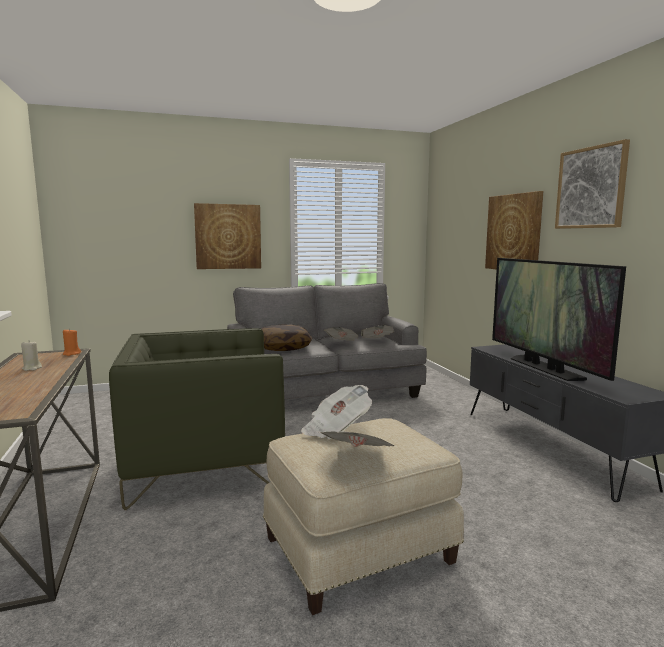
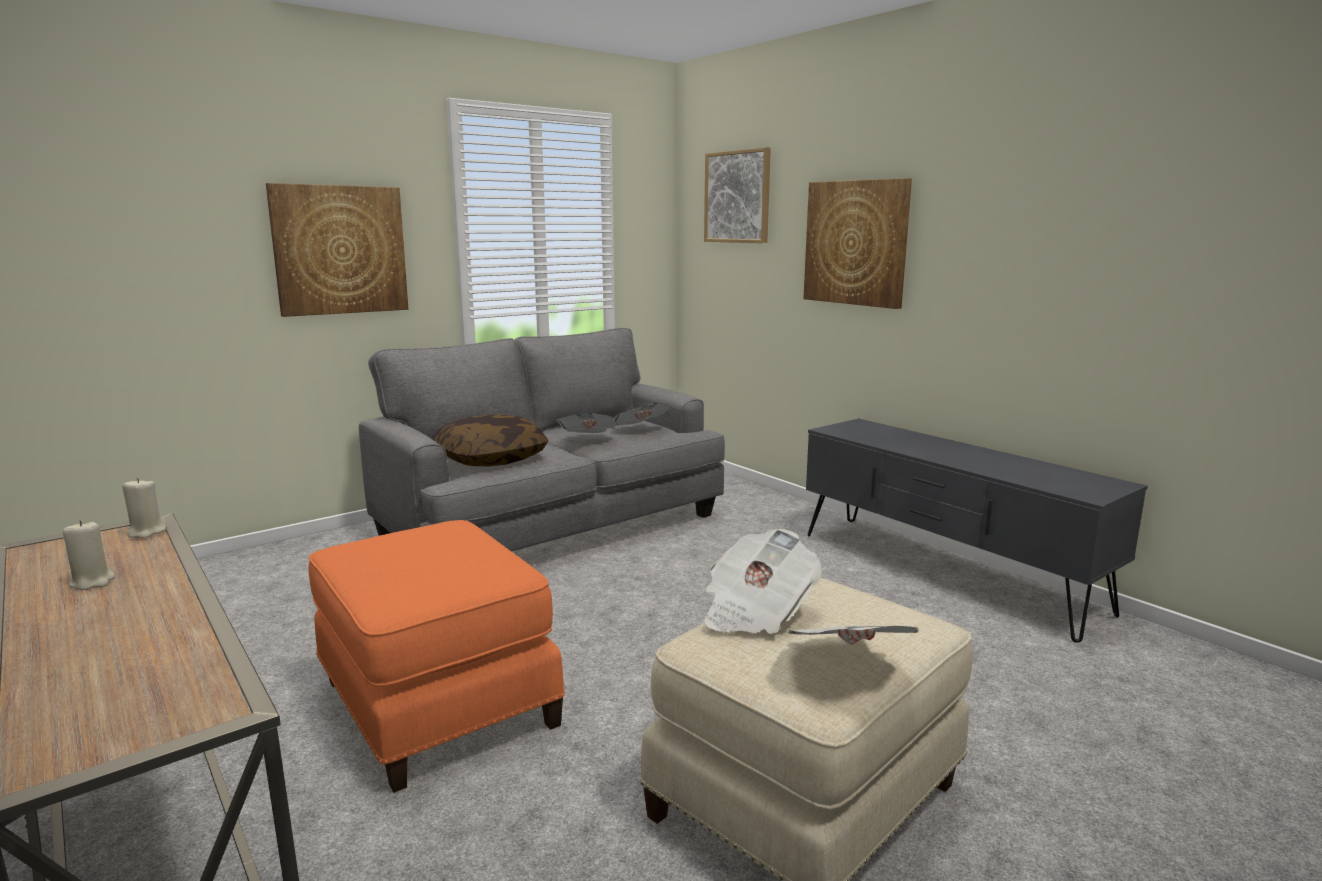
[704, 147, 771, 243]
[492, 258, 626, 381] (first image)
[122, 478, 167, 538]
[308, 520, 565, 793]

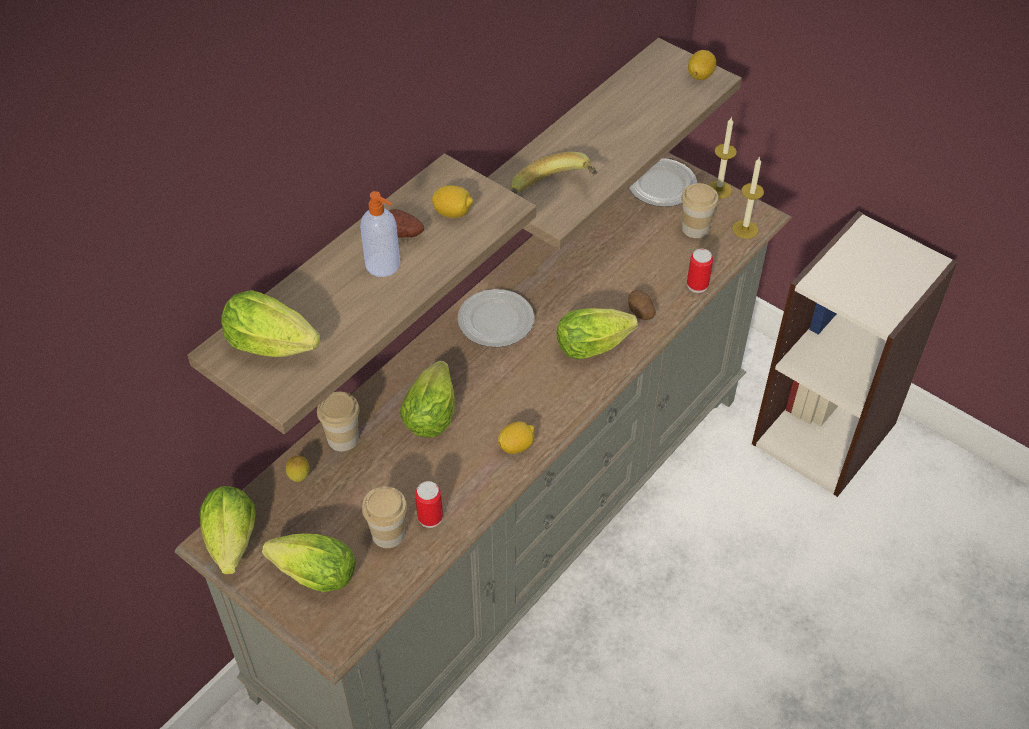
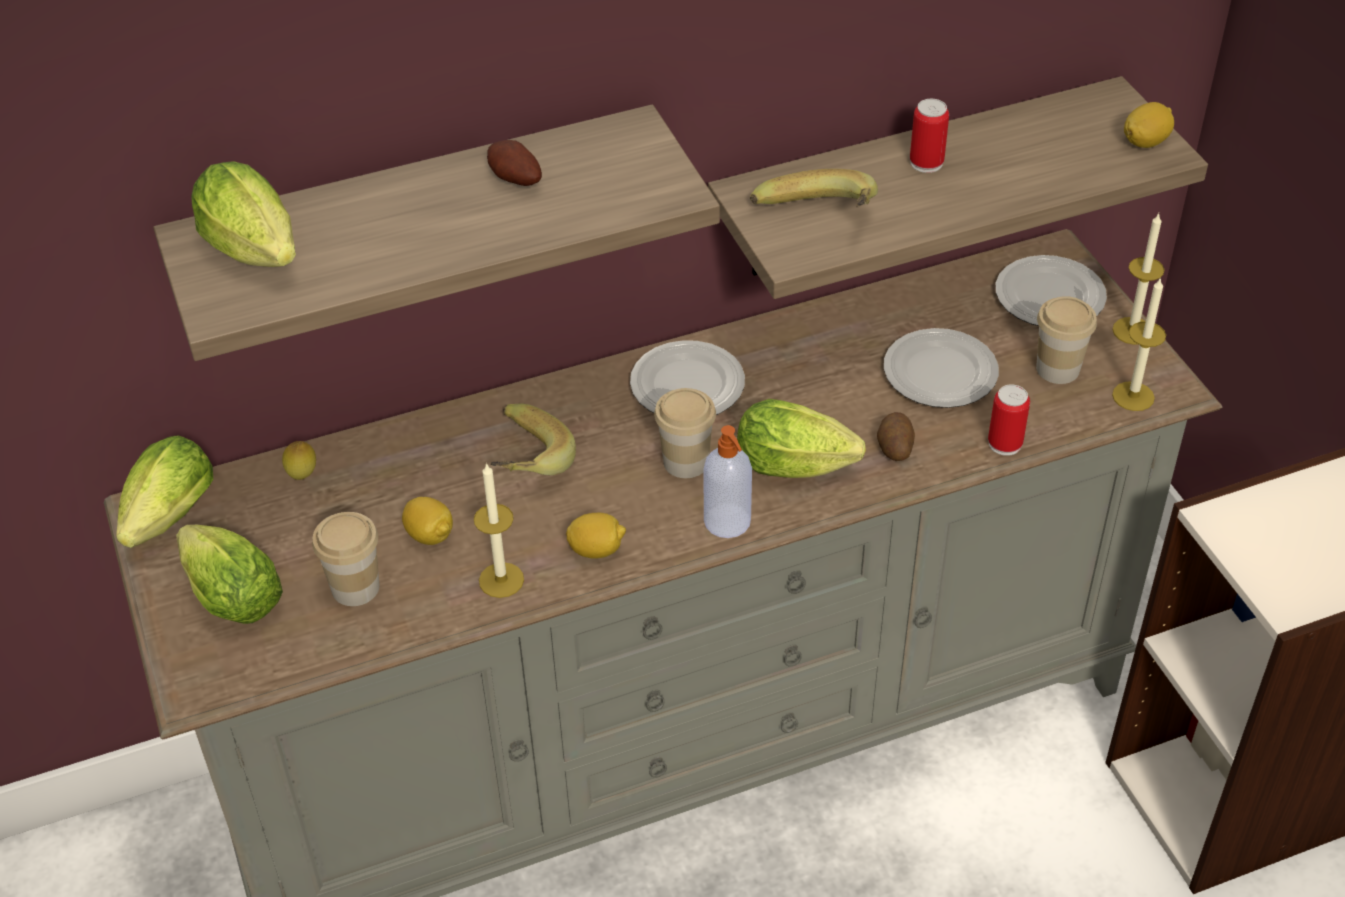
[402, 497, 453, 545]
[703, 425, 752, 538]
[490, 404, 576, 475]
[654, 388, 716, 478]
[910, 99, 949, 173]
[884, 328, 999, 408]
[474, 463, 524, 598]

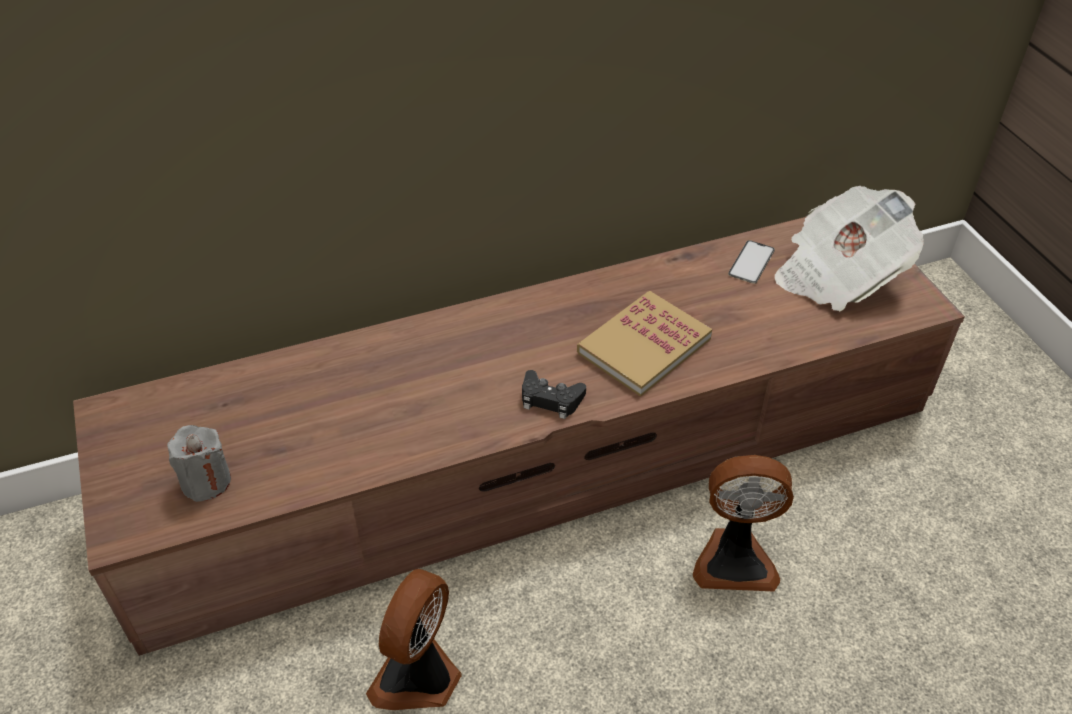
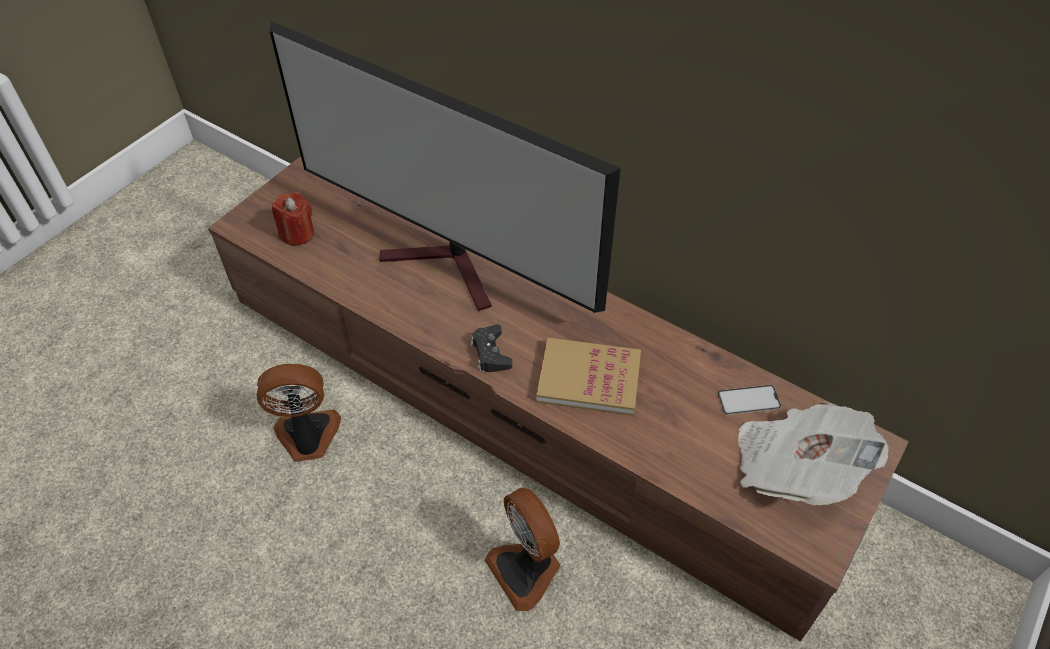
[272, 192, 314, 245]
[270, 21, 621, 313]

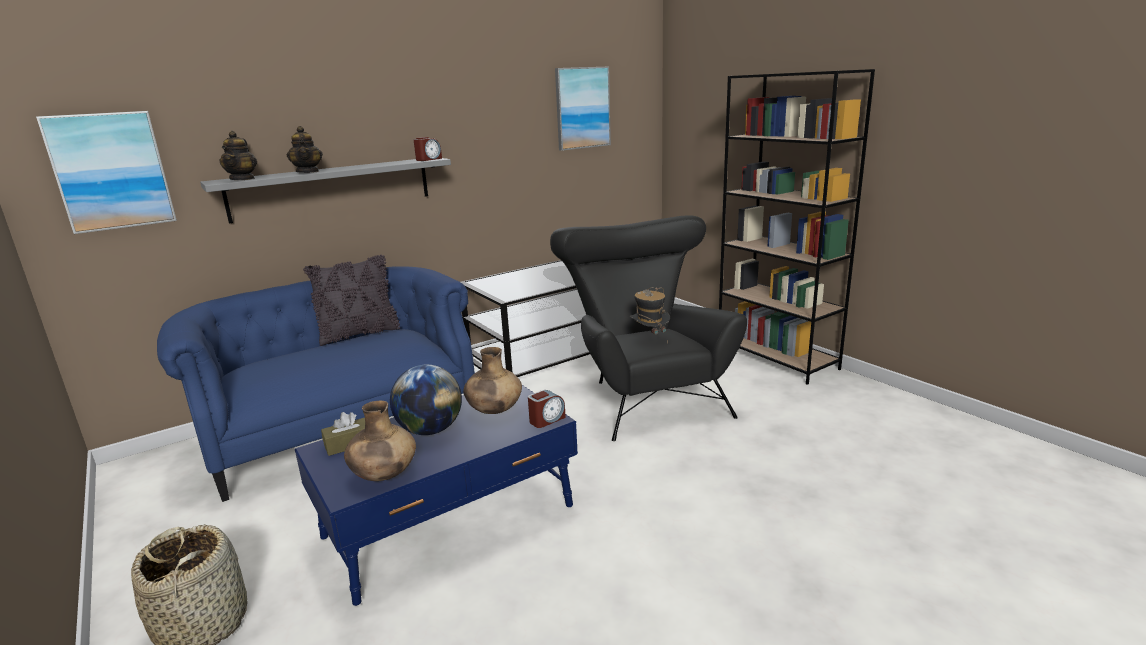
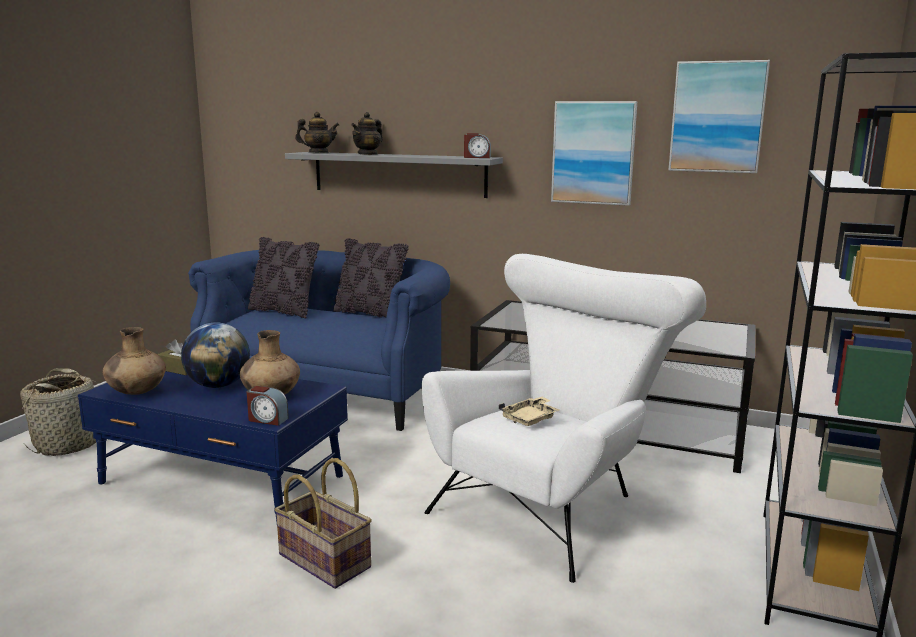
[551, 101, 637, 206]
[295, 112, 339, 153]
[422, 254, 706, 583]
[499, 397, 559, 426]
[248, 237, 319, 319]
[275, 458, 372, 589]

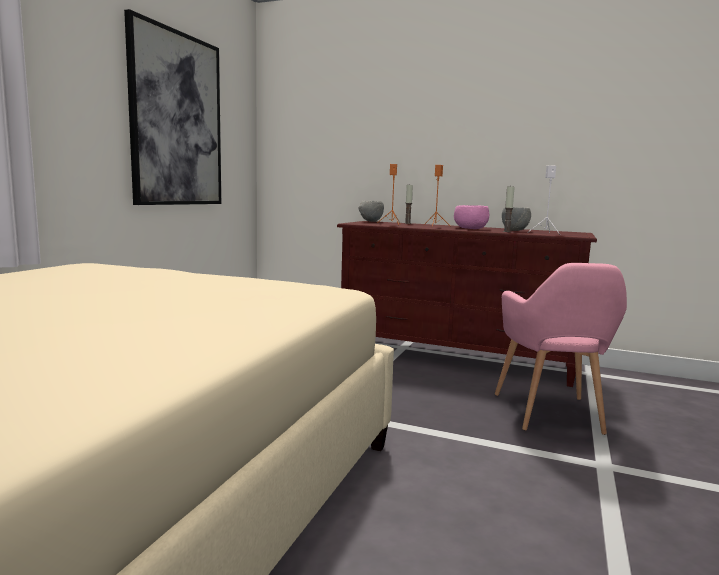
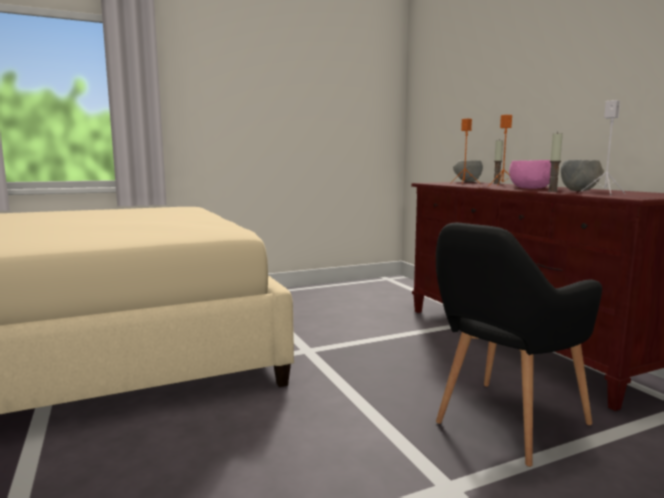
[124, 9, 221, 205] (first image)
[436, 223, 602, 467]

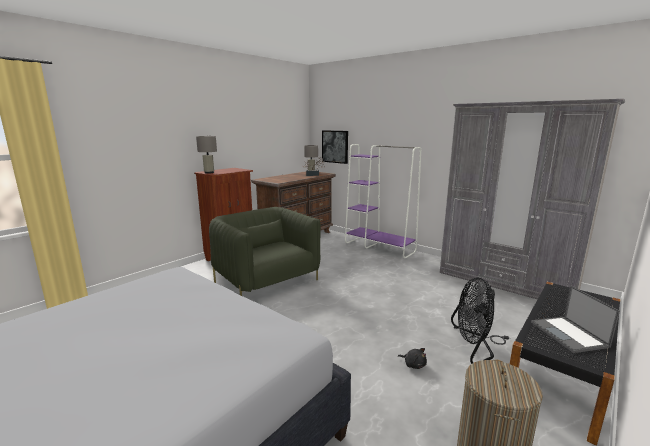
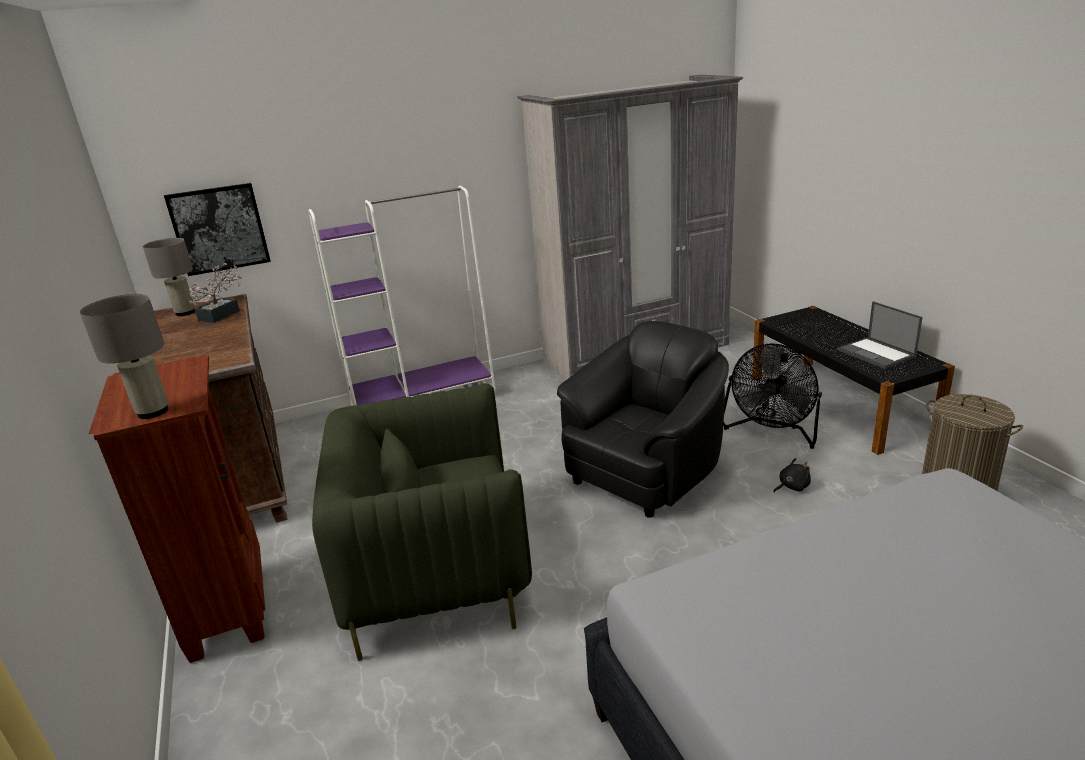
[838, 301, 923, 369]
[557, 321, 729, 518]

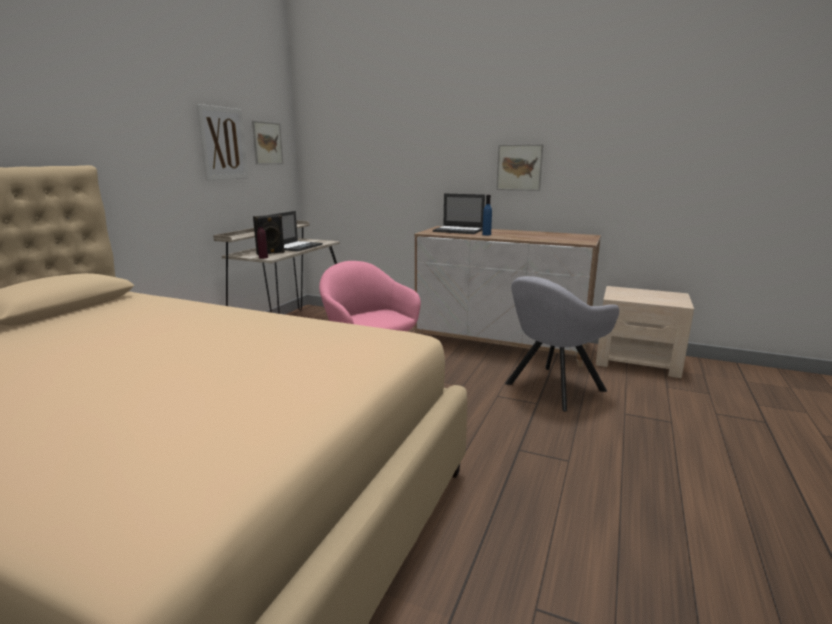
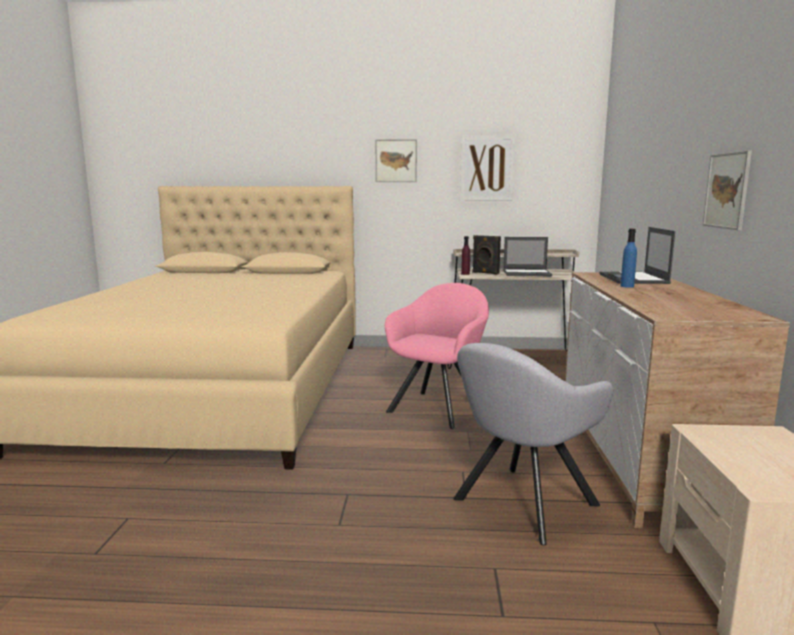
[375, 139, 417, 182]
[453, 343, 613, 545]

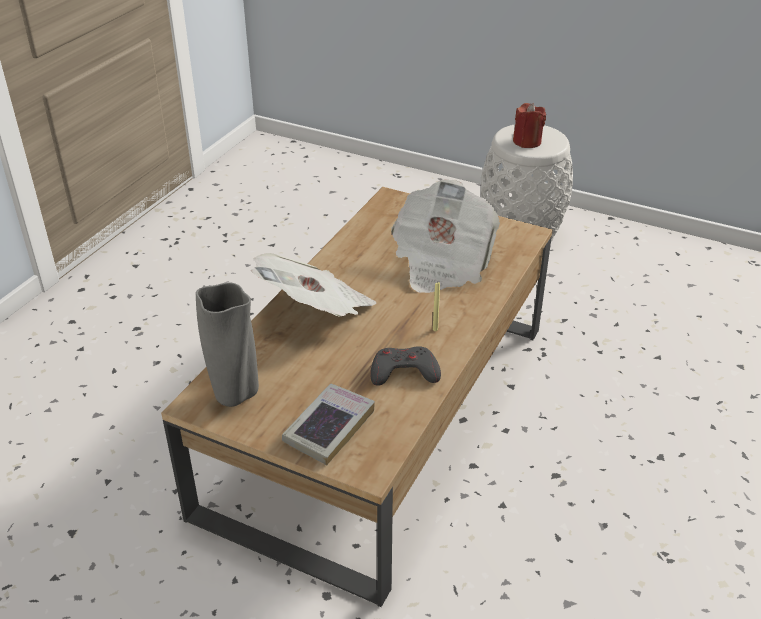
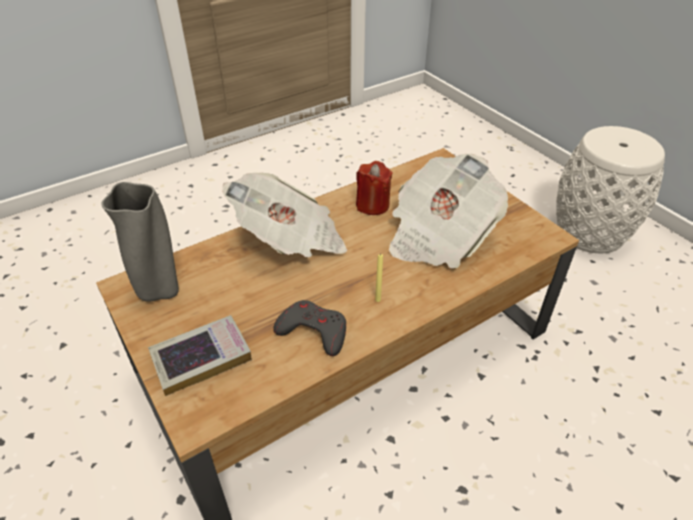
[356, 161, 392, 215]

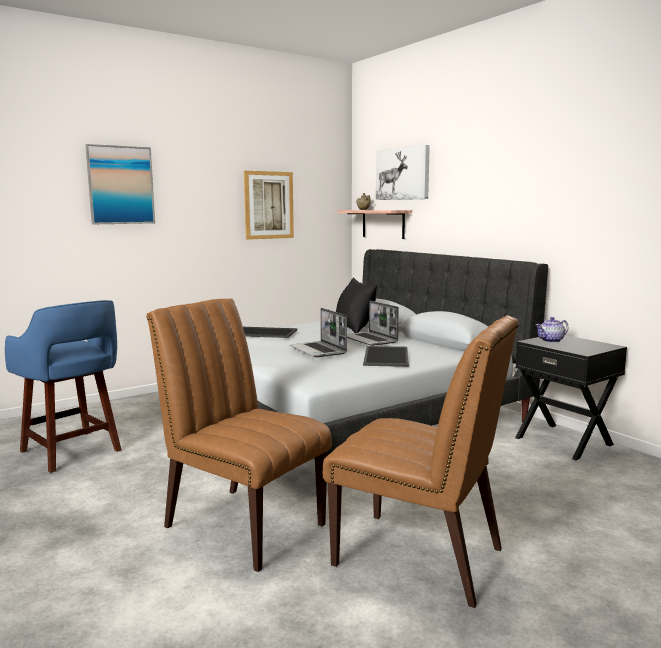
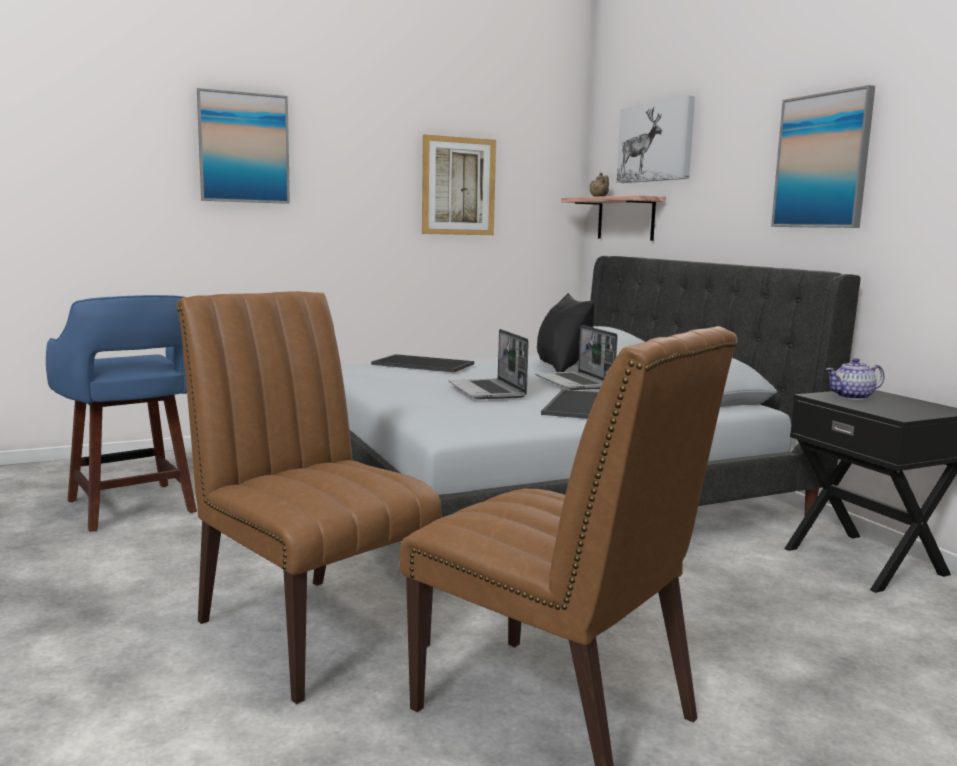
[771, 85, 875, 228]

